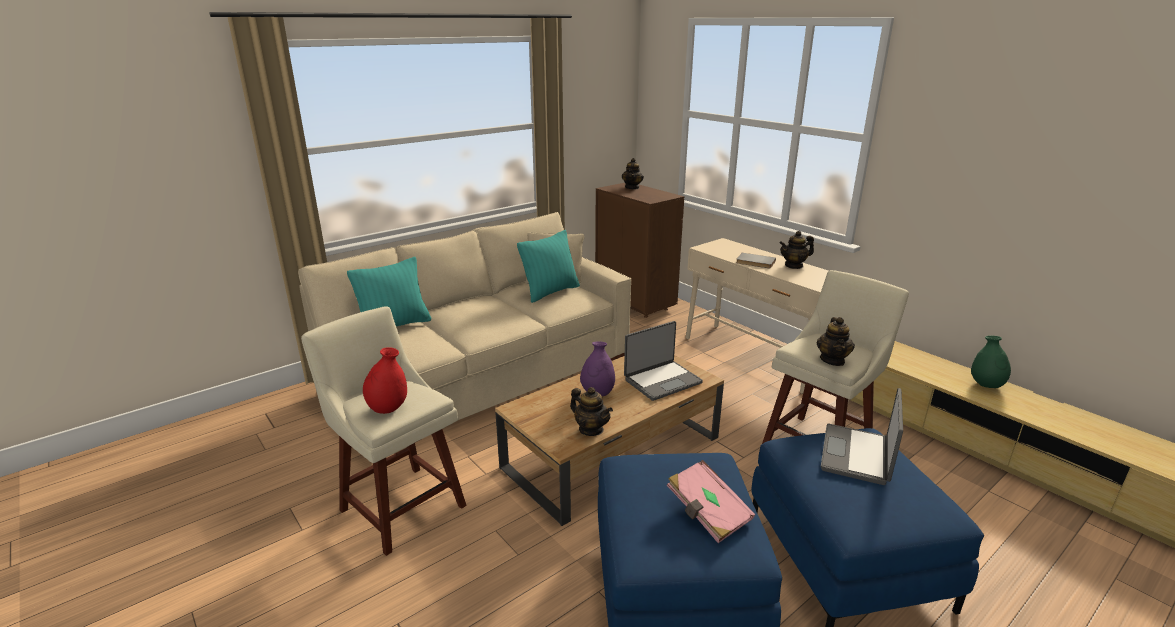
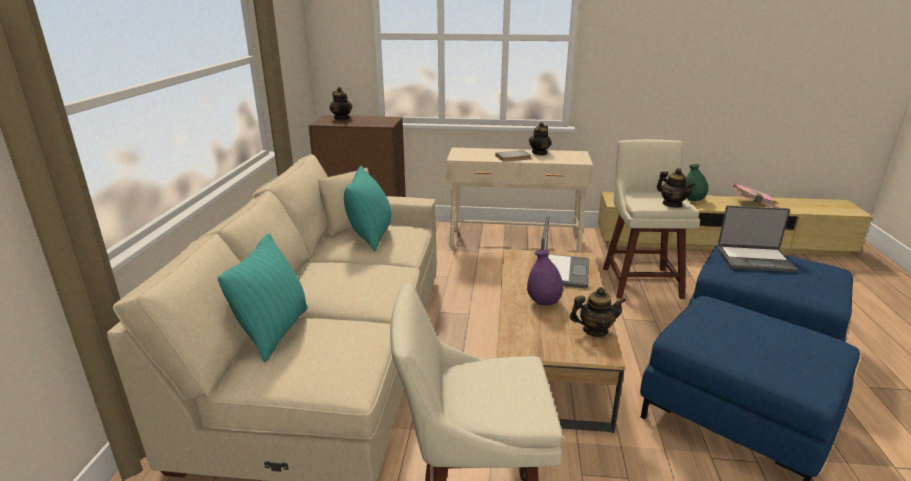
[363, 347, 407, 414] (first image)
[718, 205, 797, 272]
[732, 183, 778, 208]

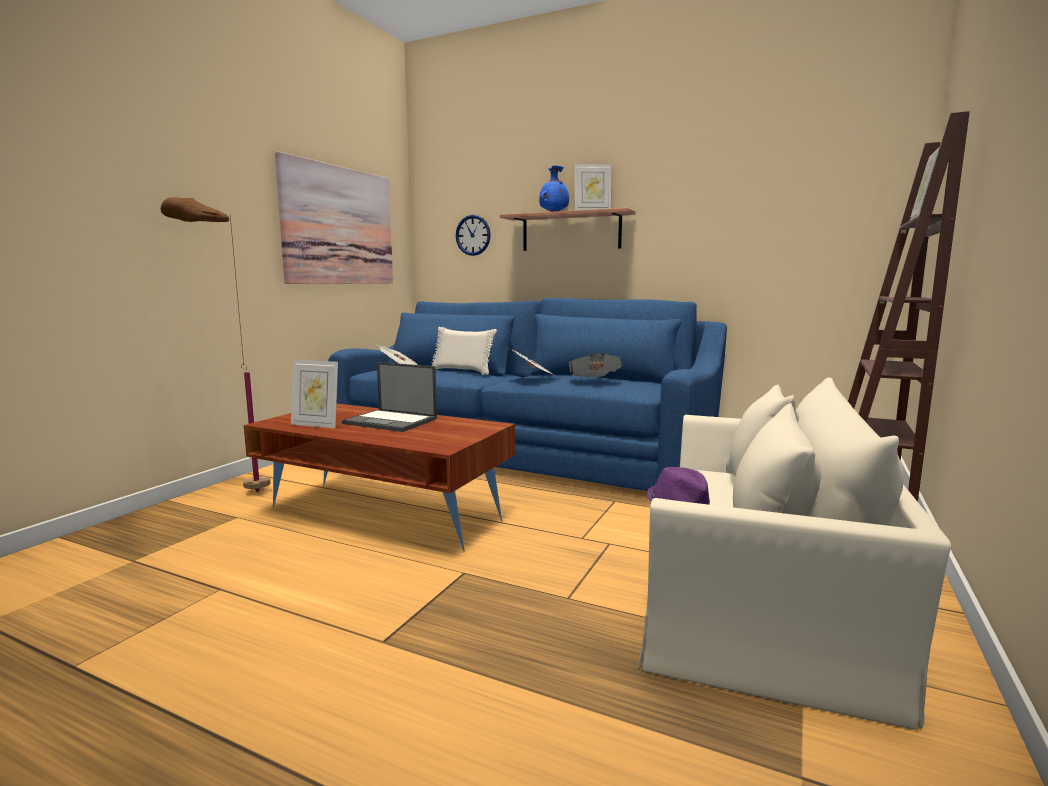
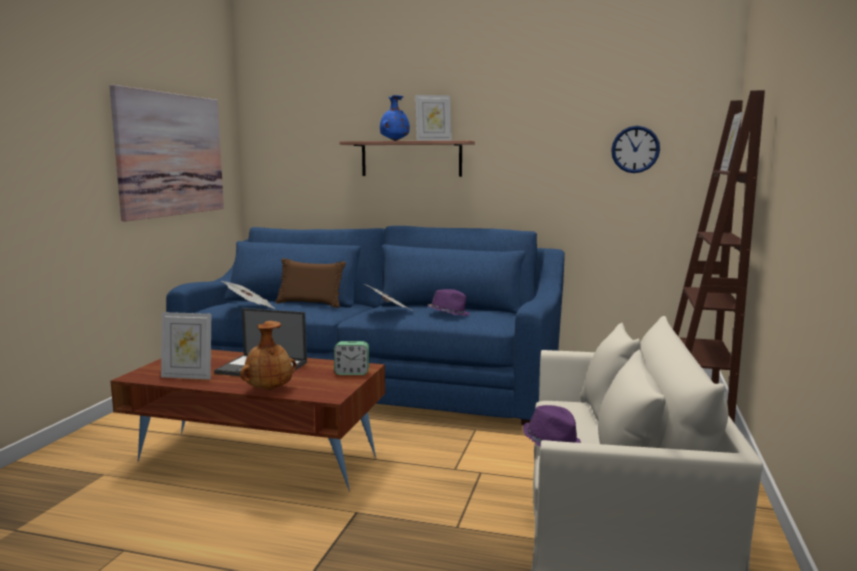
[161, 197, 271, 492] (first image)
[611, 126, 660, 173]
[276, 258, 346, 308]
[428, 289, 471, 316]
[240, 321, 296, 390]
[334, 341, 369, 375]

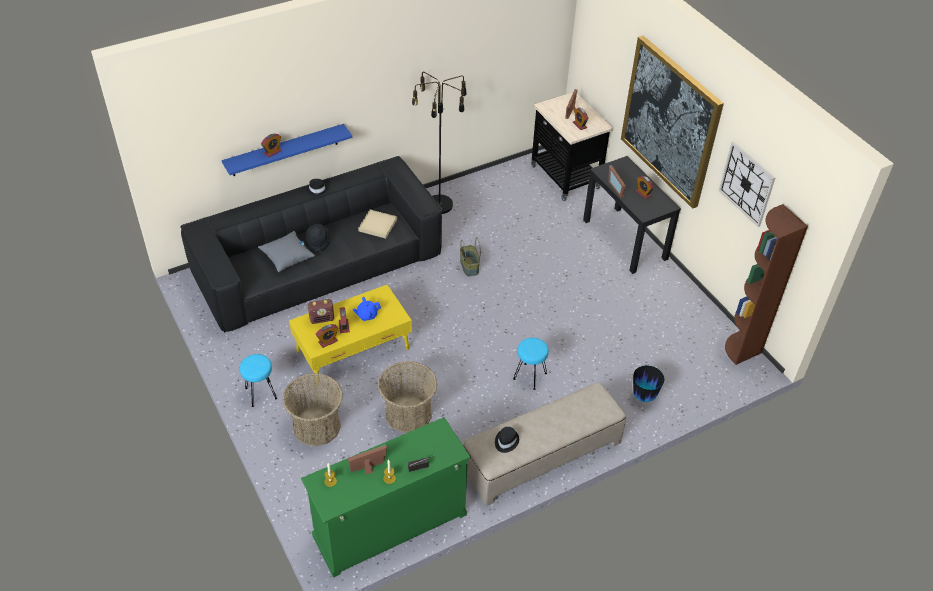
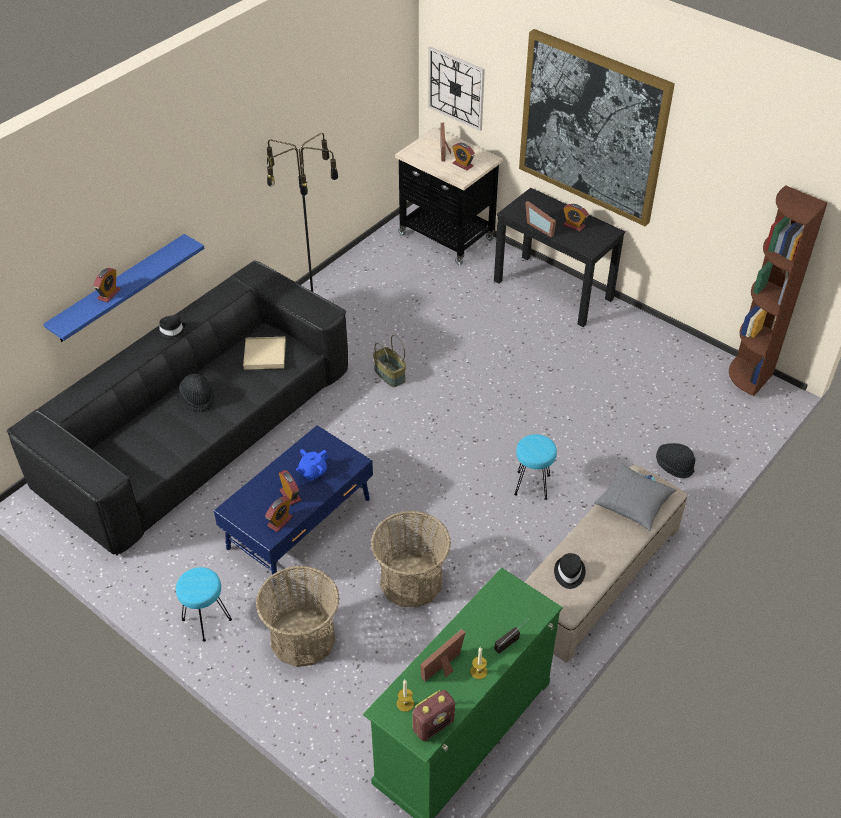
[428, 46, 485, 131]
[594, 463, 676, 531]
[214, 425, 373, 585]
[412, 690, 455, 741]
[656, 443, 695, 478]

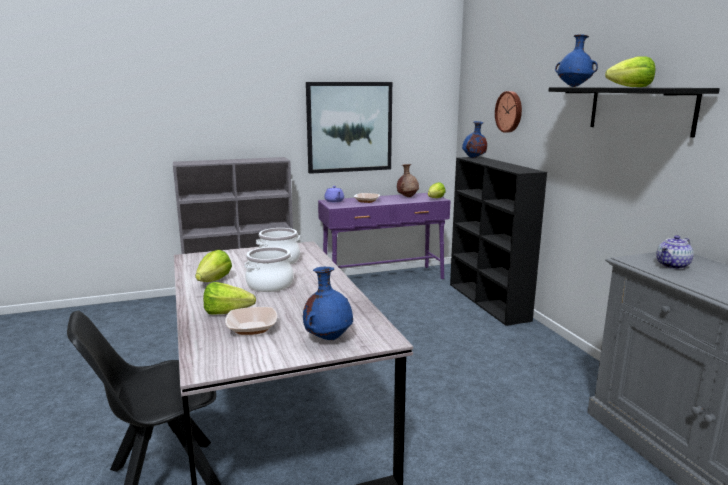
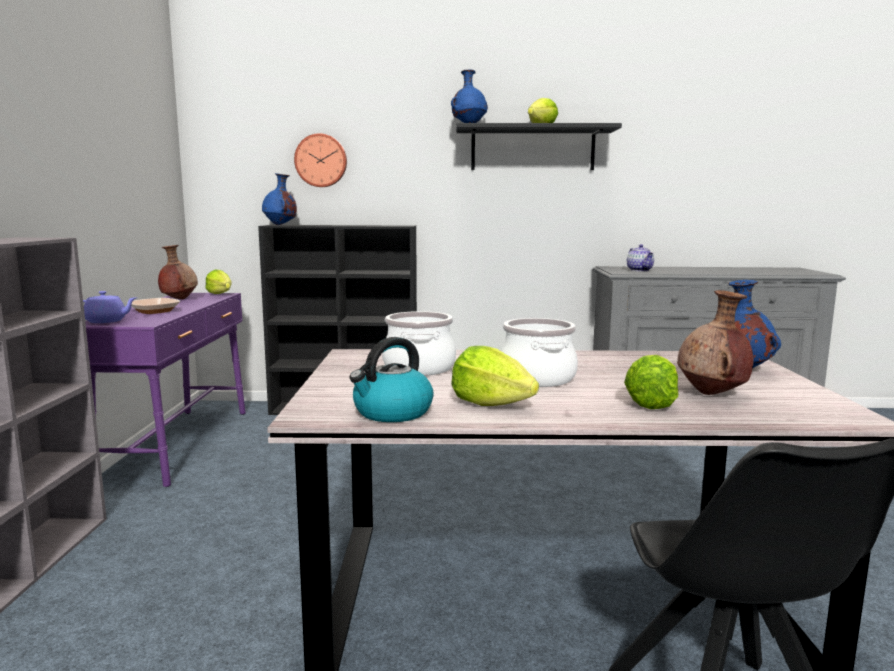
[306, 82, 392, 174] (first image)
[677, 290, 753, 395]
[349, 337, 434, 422]

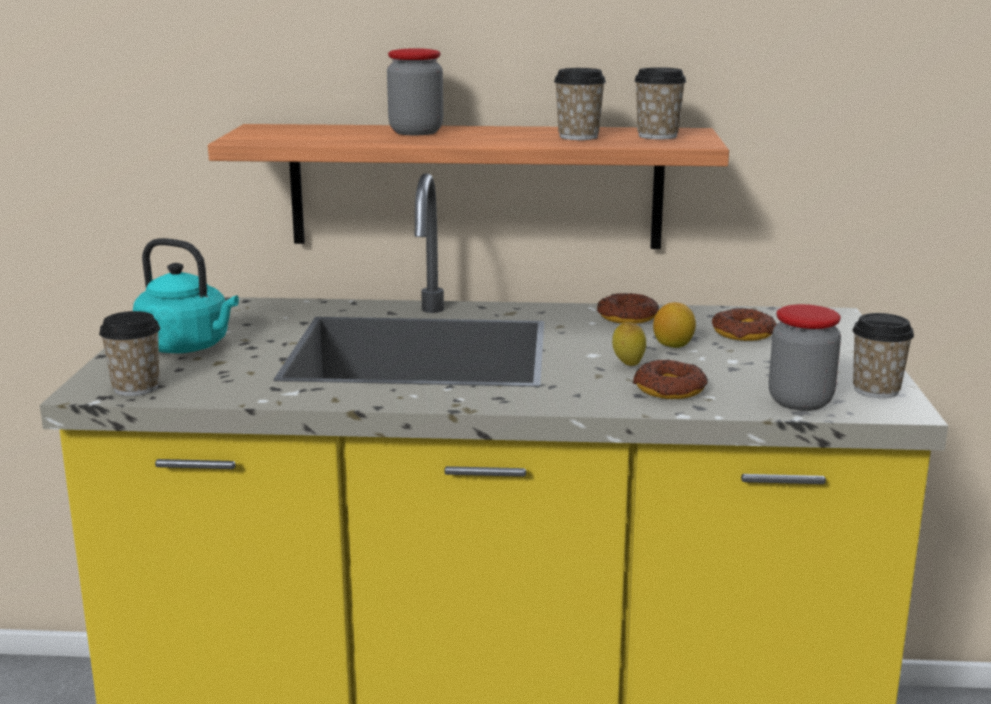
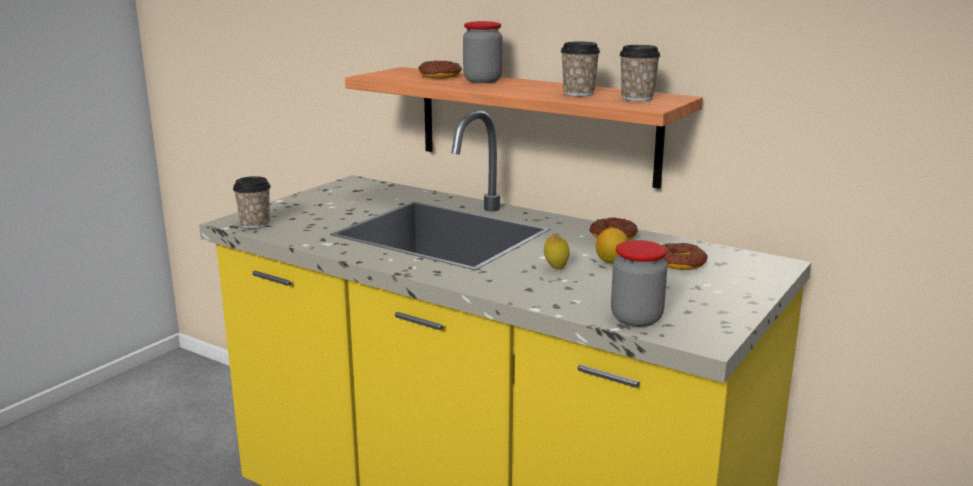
[133, 238, 239, 353] (first image)
[853, 313, 914, 398] (first image)
[418, 61, 462, 78]

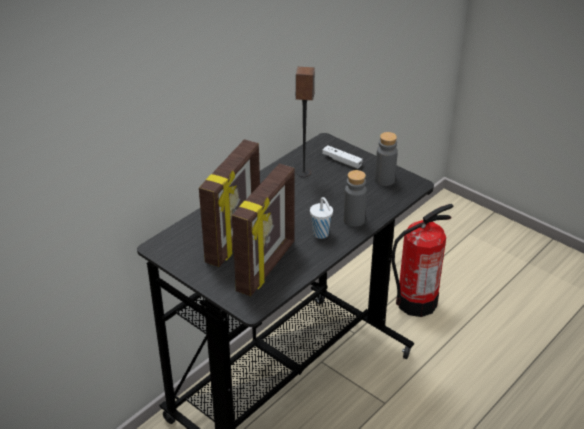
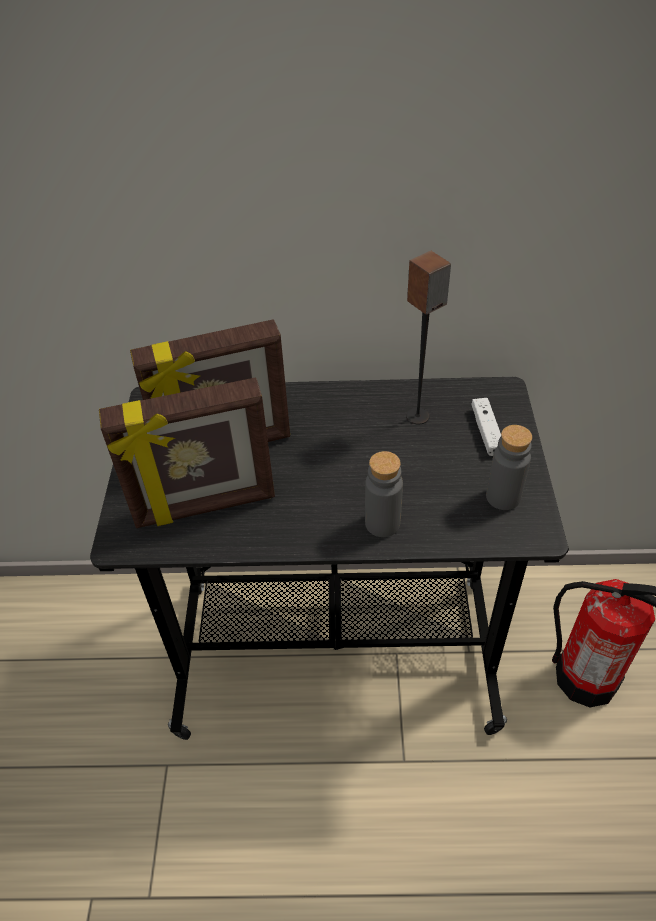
[310, 197, 333, 239] (first image)

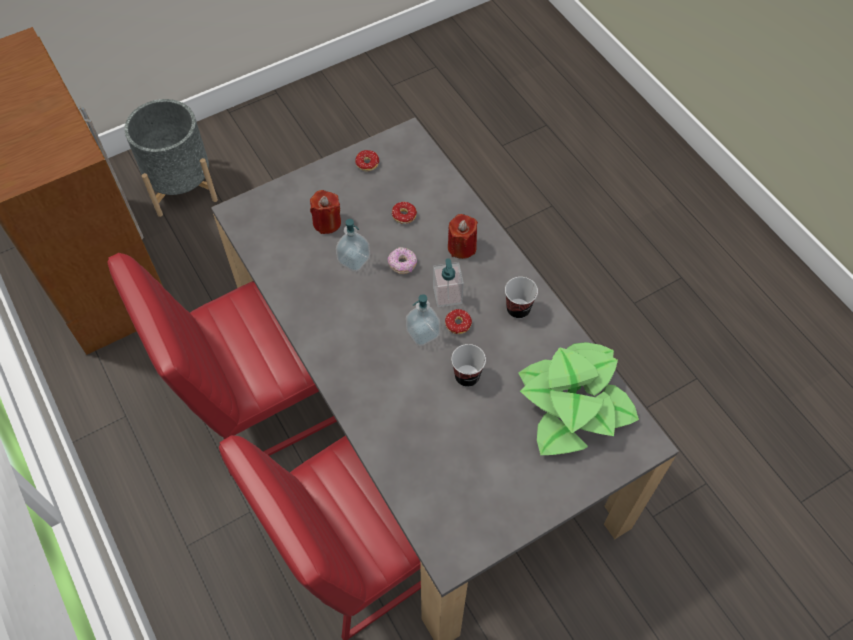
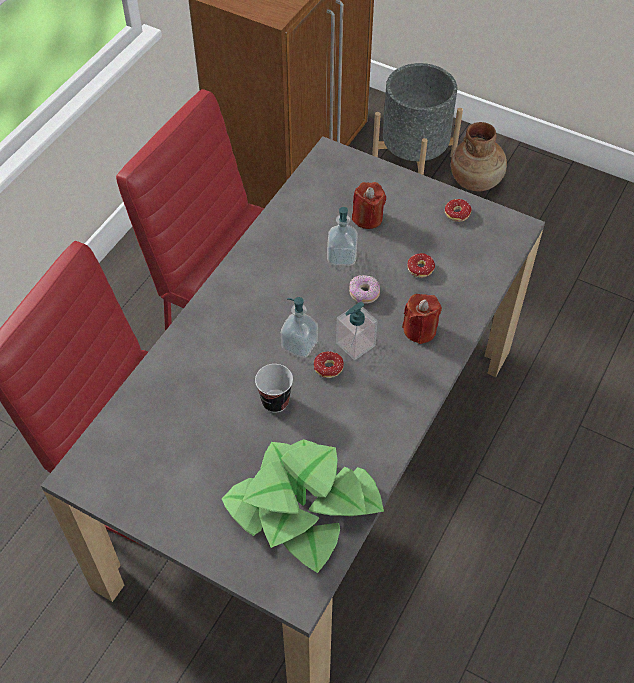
[505, 277, 538, 319] (first image)
[451, 122, 507, 192]

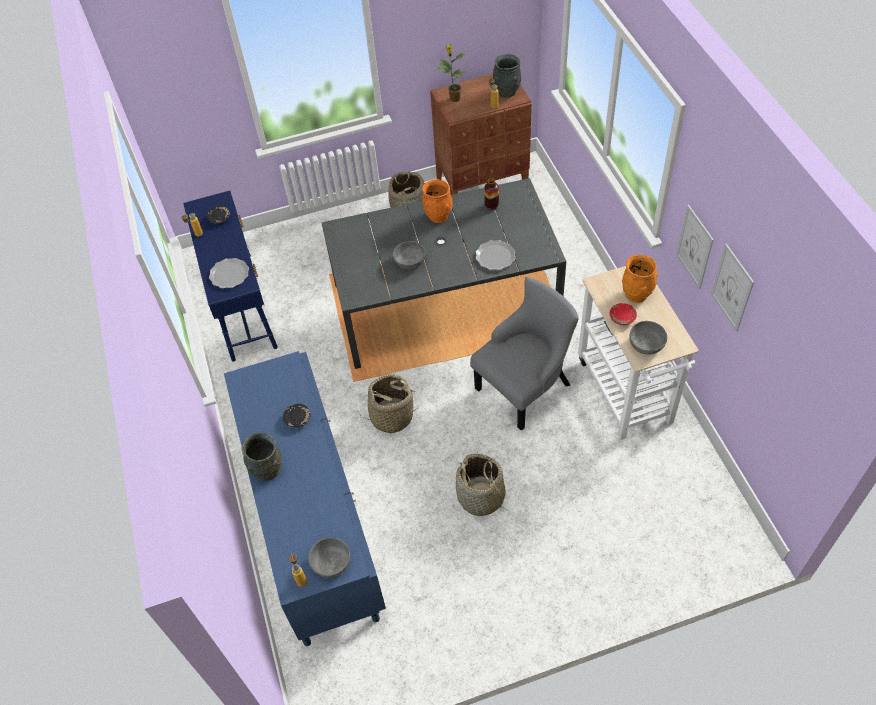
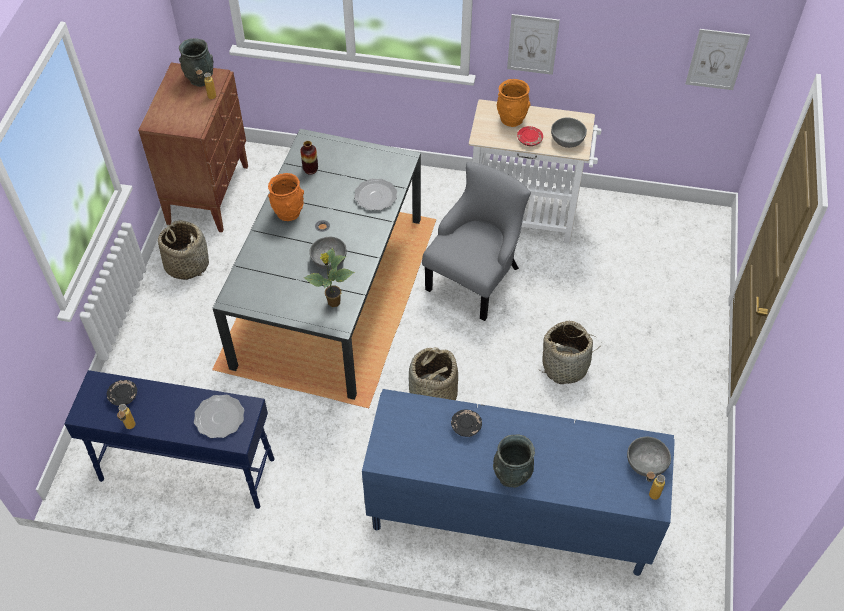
[304, 248, 354, 307]
[685, 29, 750, 90]
[422, 162, 531, 321]

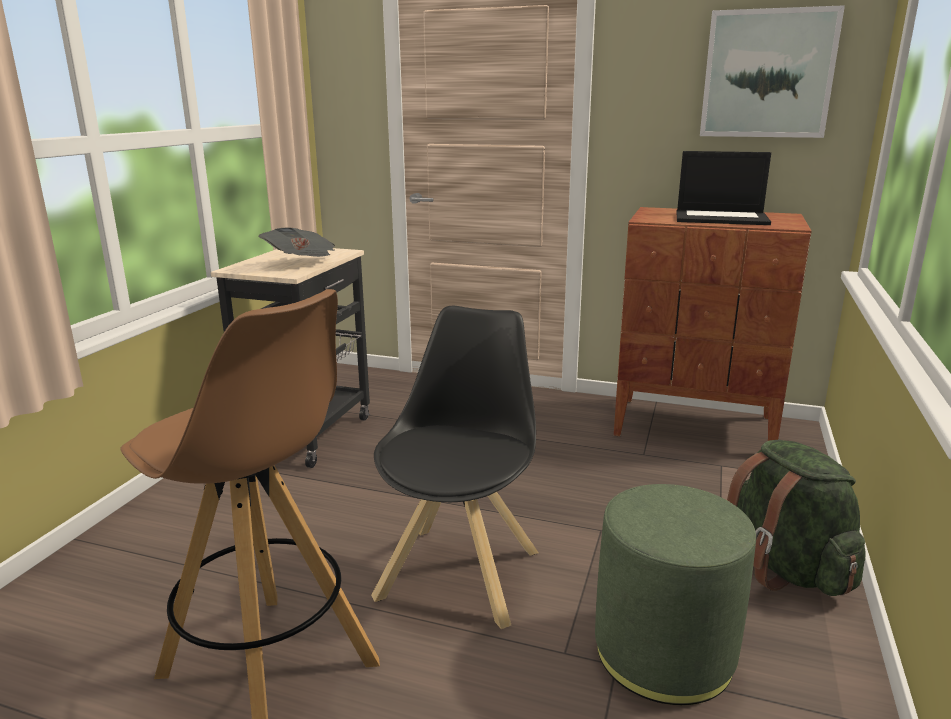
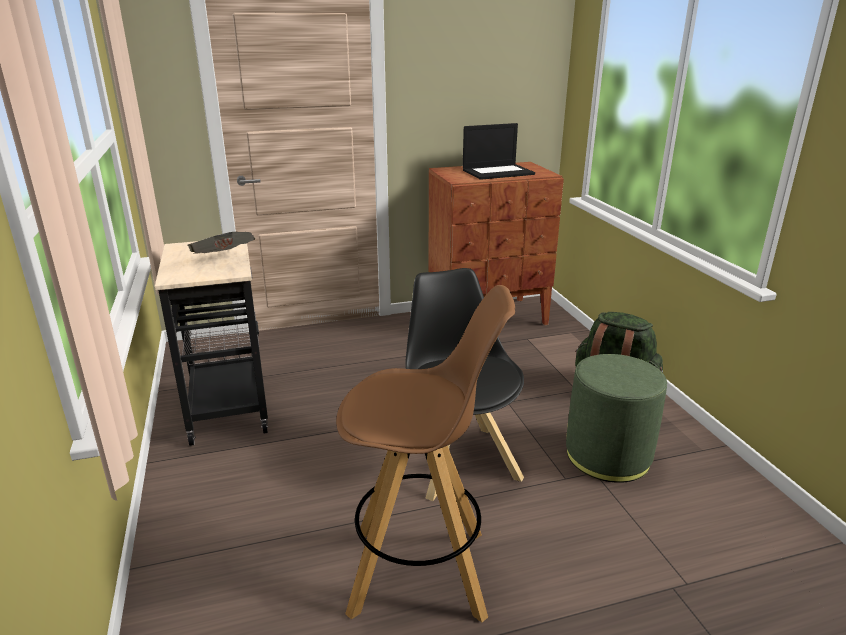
[700, 5, 845, 138] (first image)

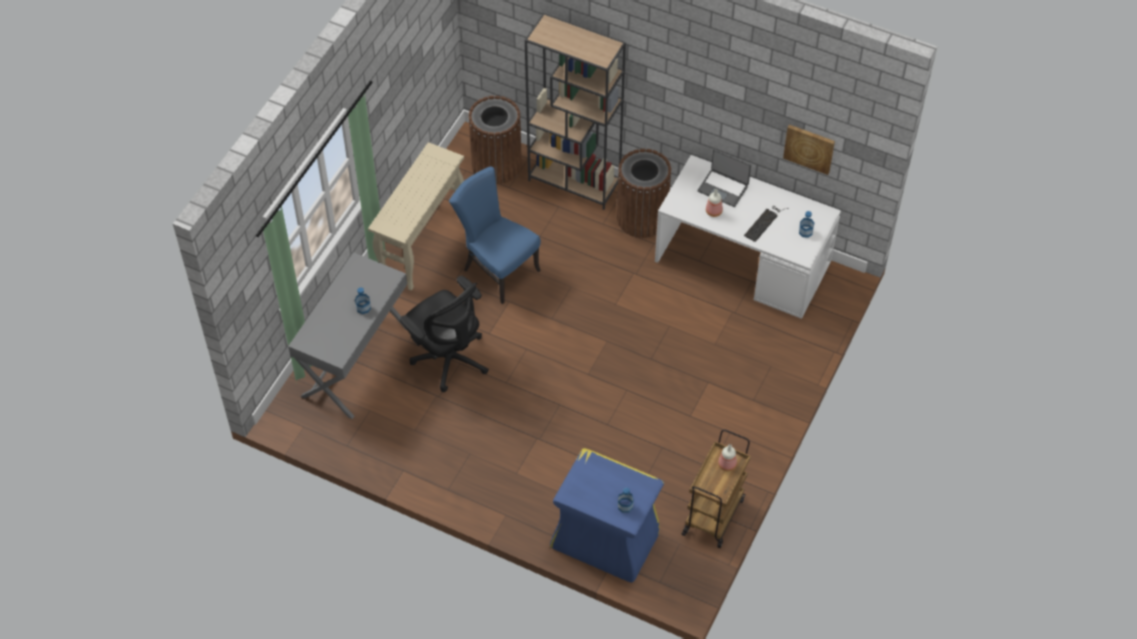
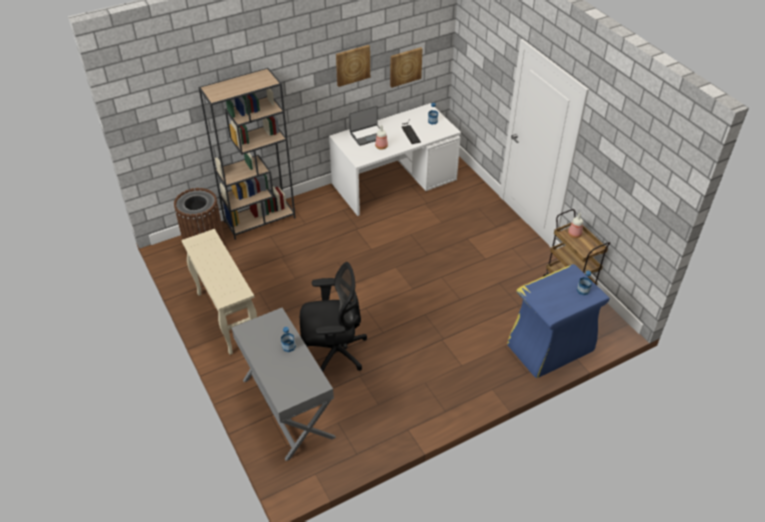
[617, 149, 671, 238] (first image)
[449, 167, 541, 304] (first image)
[336, 45, 370, 87]

